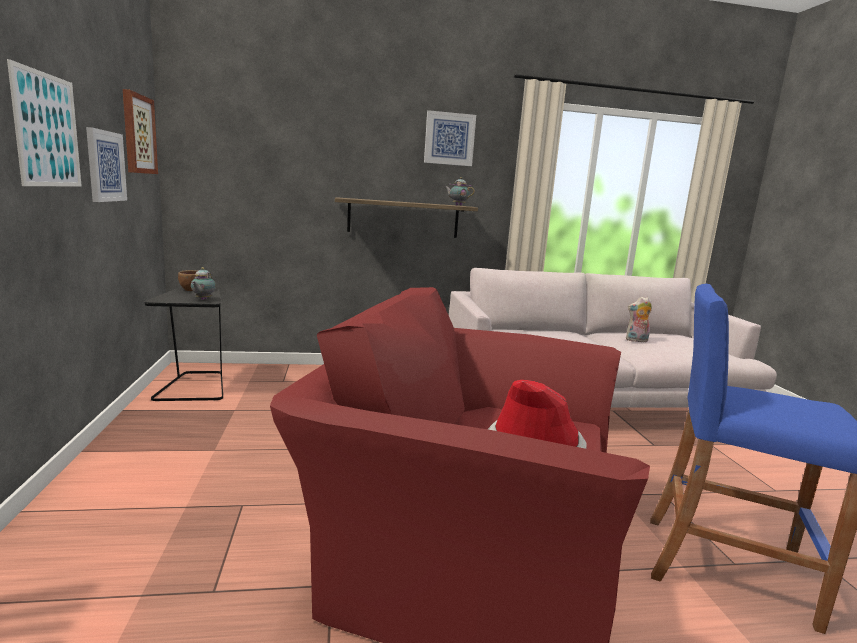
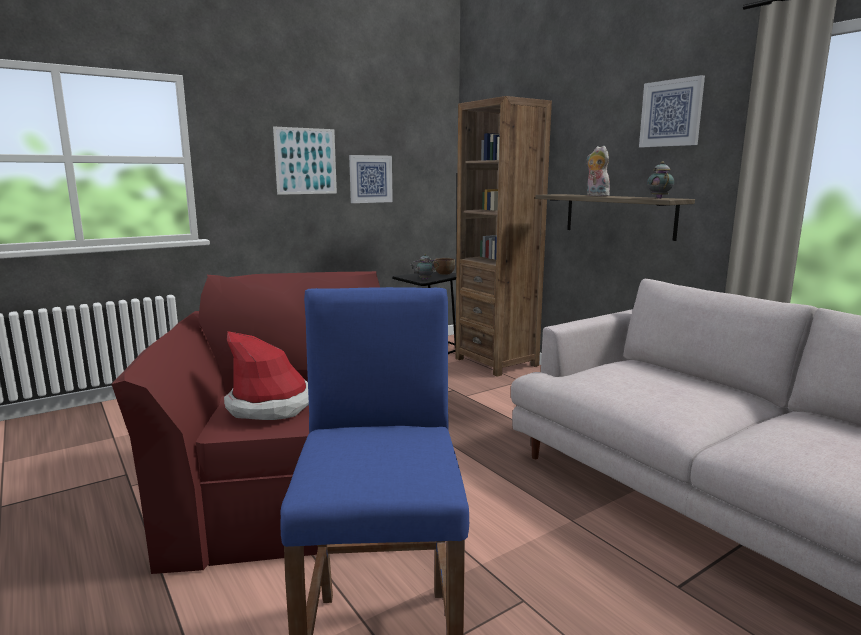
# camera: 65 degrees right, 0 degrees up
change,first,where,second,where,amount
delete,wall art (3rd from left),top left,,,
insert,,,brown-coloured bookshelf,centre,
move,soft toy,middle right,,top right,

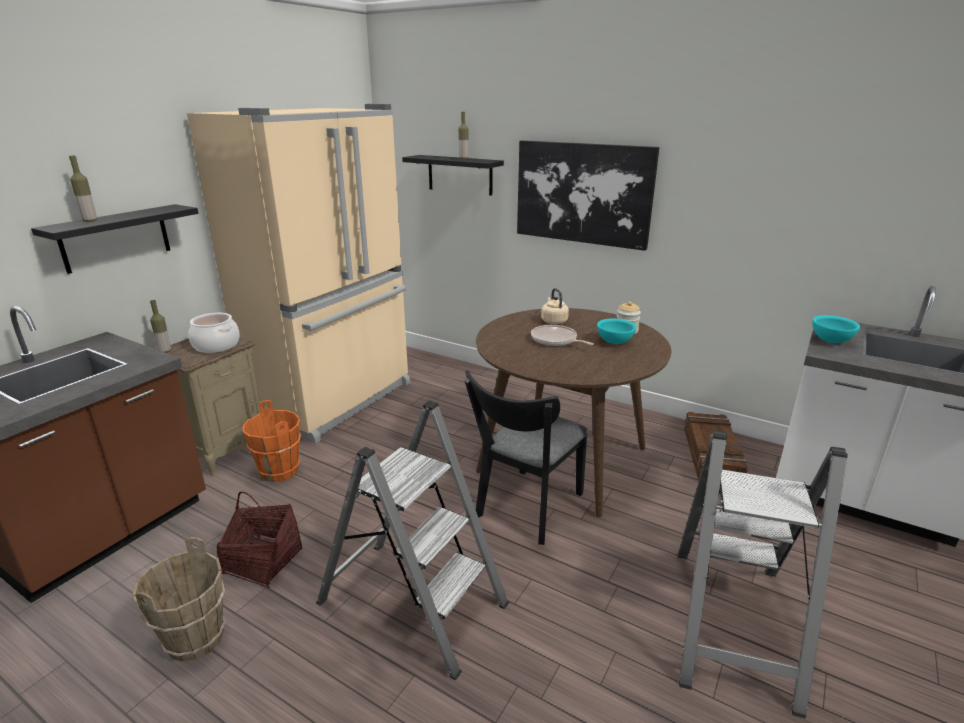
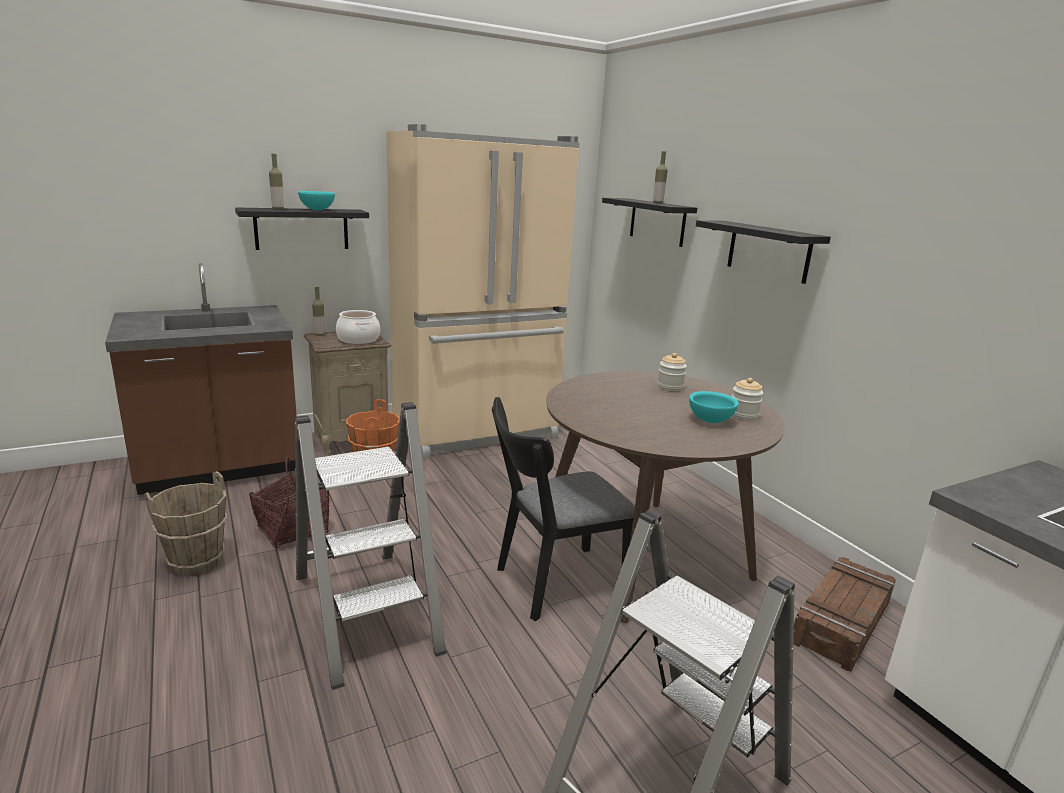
# camera: 30 degrees right, 5 degrees down
change,first,where,second,where,amount
delete,frying pan,centre,,,
move,blue-green deep dish (2nd from left in the first image),middle right,blue-green deep dish (1st from left),top left,
replace,wall art,top centre,black wall shelf (3rd from left),top right,
replace,beige-coloured water kettle,centre,storage jar (1st from left),centre,

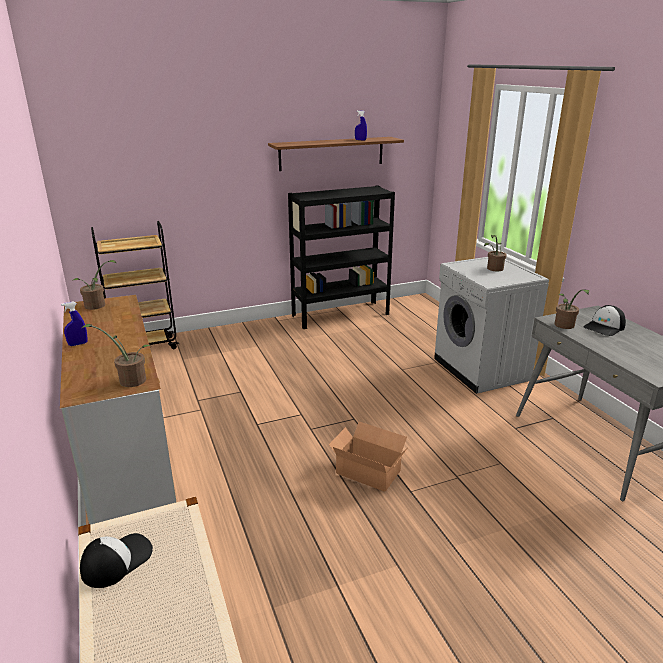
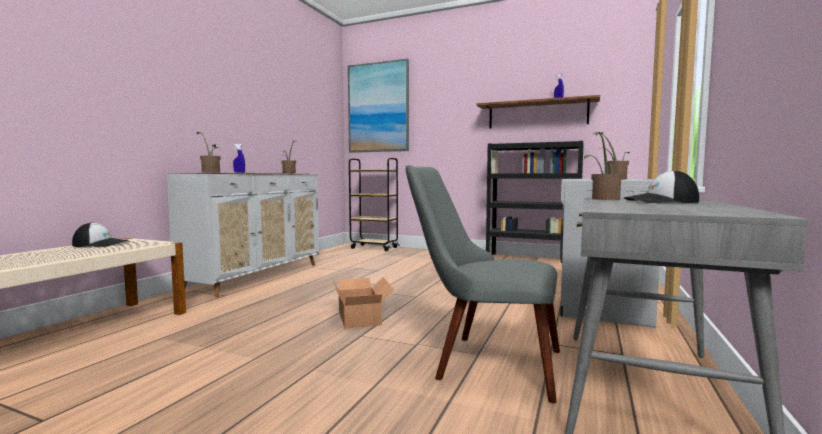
# camera: 45 degrees right, 20 degrees down
change,first,where,second,where,amount
insert,,,wall art,top centre,
insert,,,grey chair,centre,

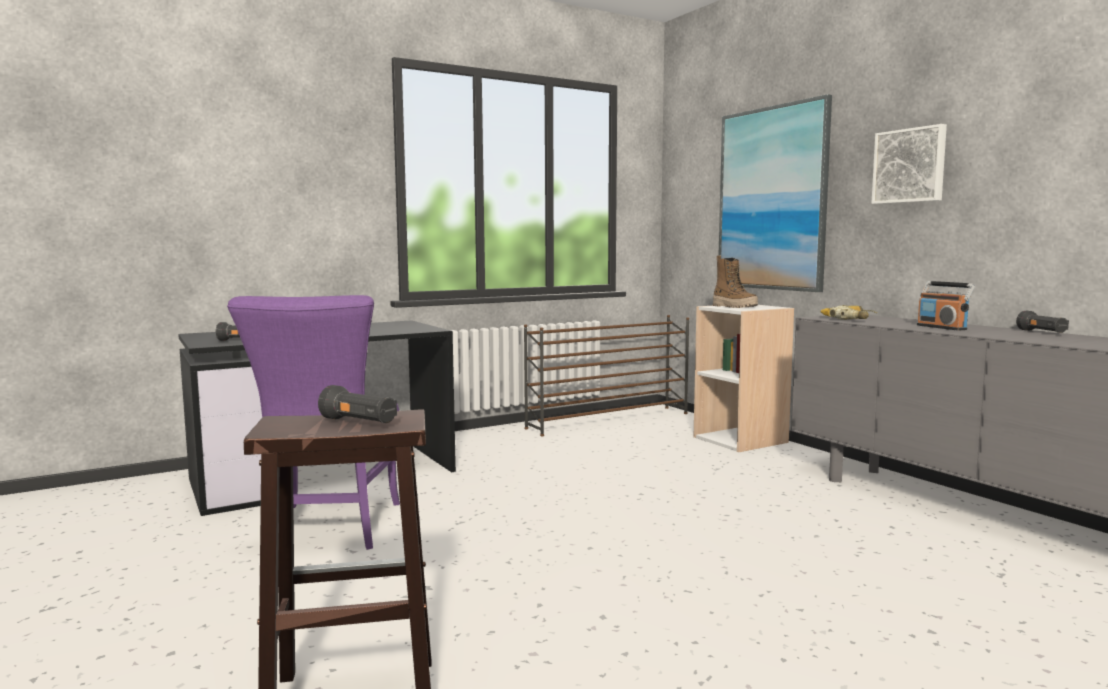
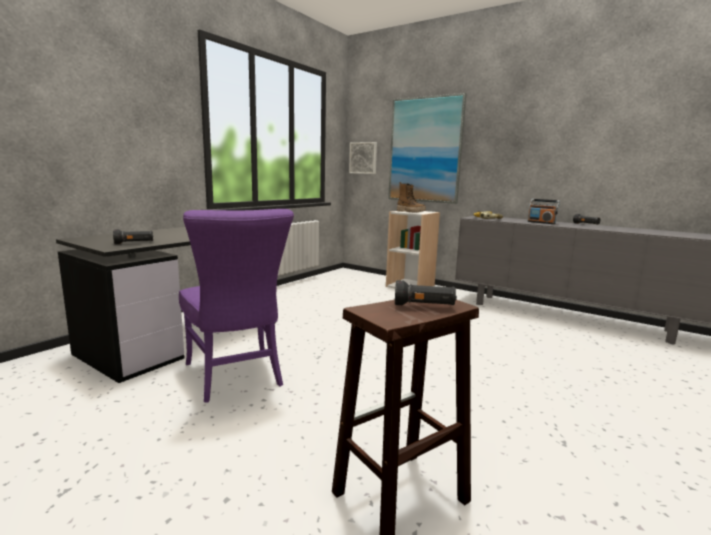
# camera: 25 degrees left, 5 degrees up
change,first,where,second,where,amount
delete,brown-coloured shoe shelf,centre,,,
move,wall art (2nd from left in the first image),top right,wall art (1st from left),top centre,

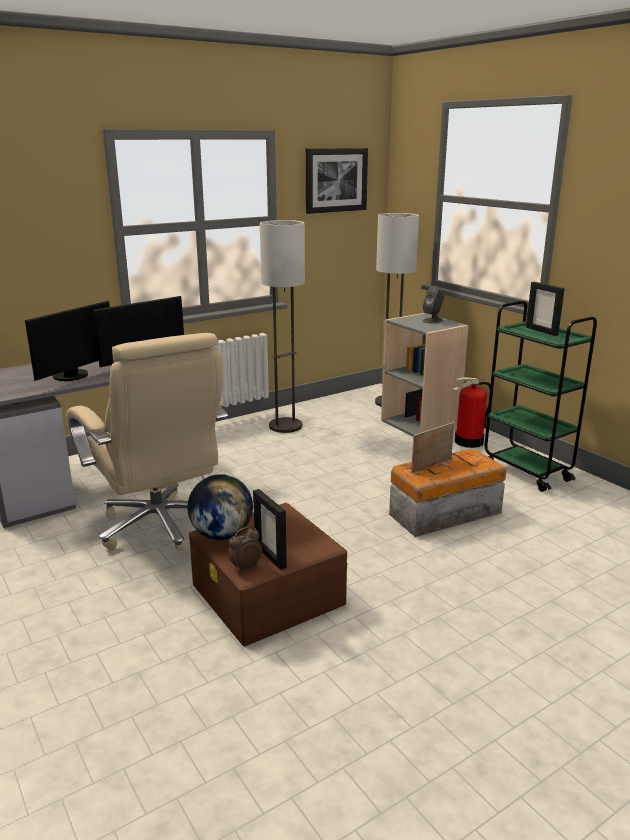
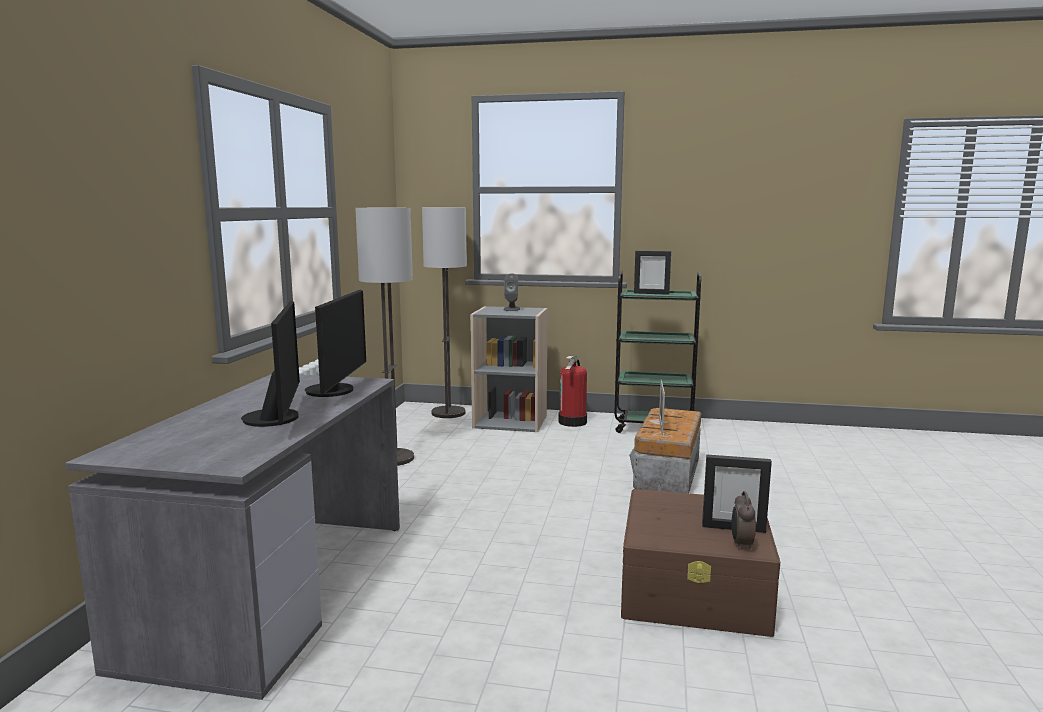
# camera: 45 degrees left, 10 degrees down
change,first,where,second,where,amount
delete,beige-coloured desk chair,middle left,,,
delete,desk globe,centre,,,
delete,wall art,top centre,,,

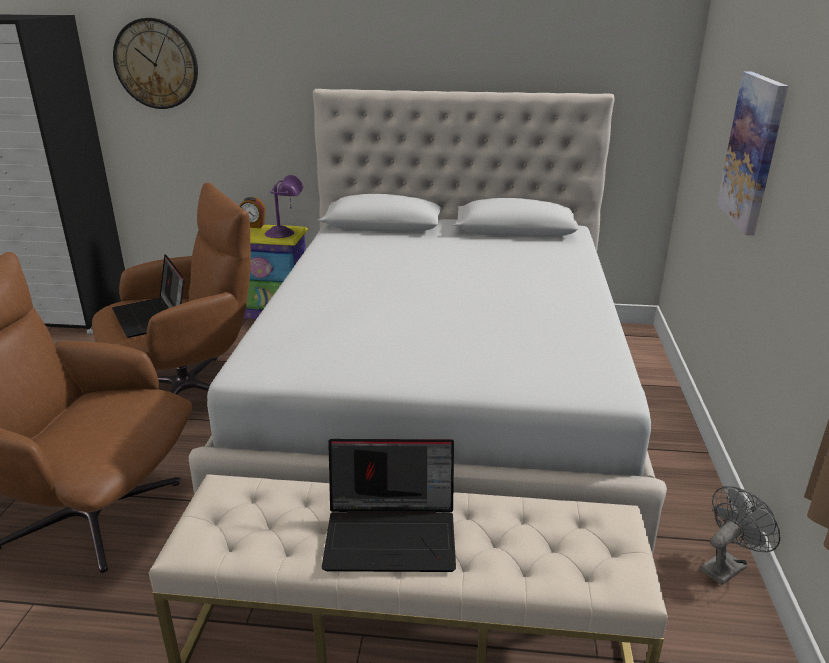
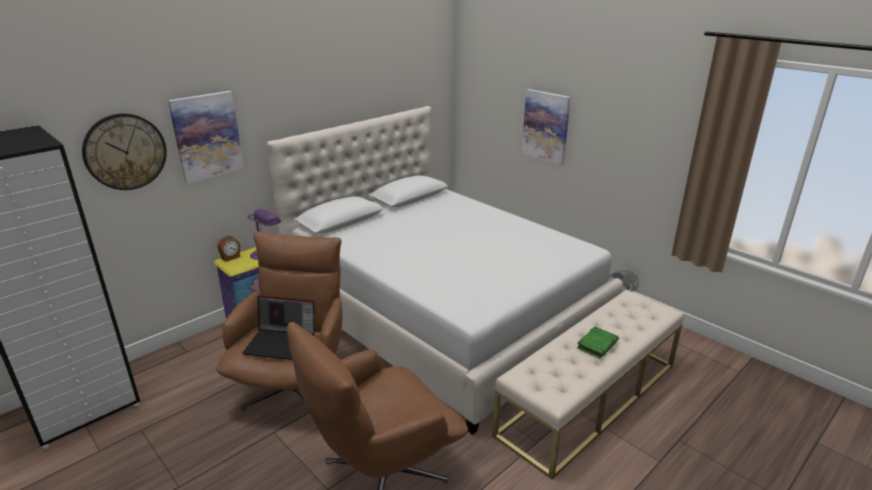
# camera: 50 degrees left, 0 degrees up
change,first,where,second,where,amount
insert,,,wall art (1st from left),top left,
replace,laptop (2nd from left),bottom centre,greenish bound book,bottom right,

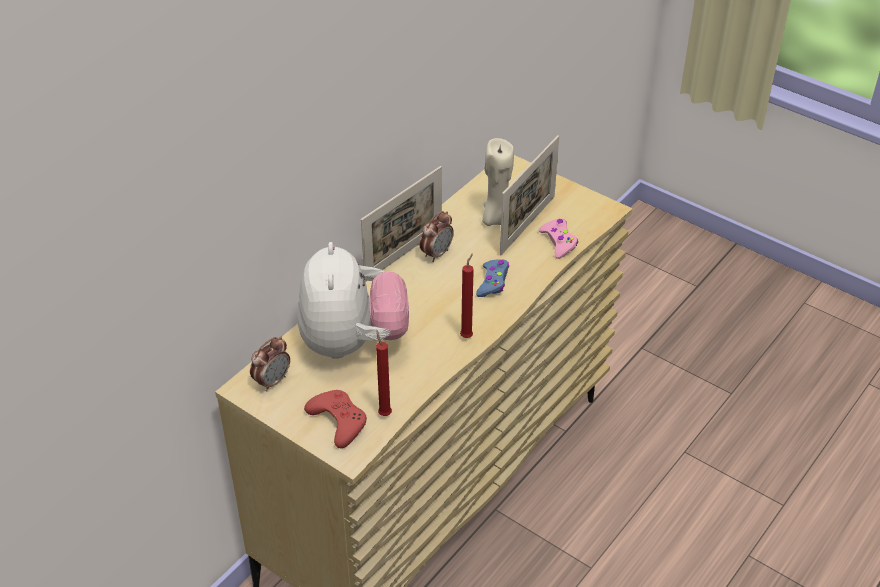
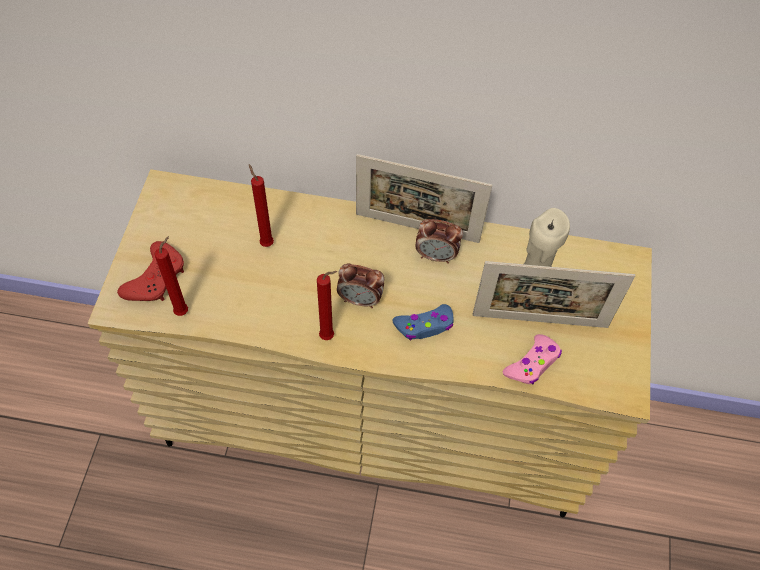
# camera: 60 degrees right, 15 degrees up
change,first,where,second,where,amount
move,table clock (1st from left),middle left,,centre,
replace,soft toy,centre,reddish wax light (2nd from left),centre,

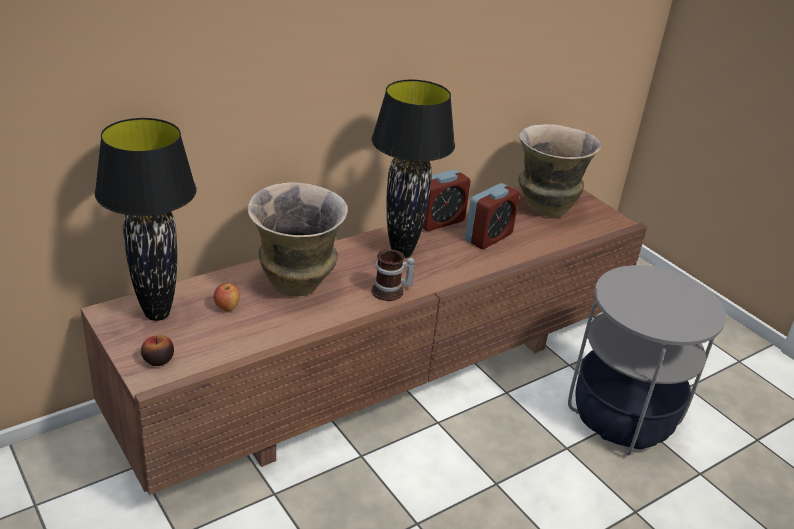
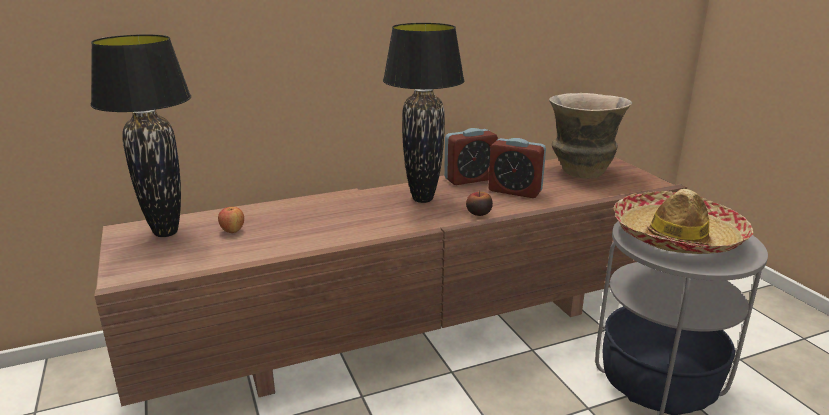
# camera: 15 degrees right, 10 degrees down
change,first,where,second,where,amount
delete,vase (1st from left),centre,,,
delete,tea mug,centre,,,
insert,,,clothing hat,middle right,
move,apple fruit (1st from left in the first image),middle left,apple fruit (2nd from left),centre,
rotate,table clock (2nd from left),centre,,centre,60 degrees clockwise

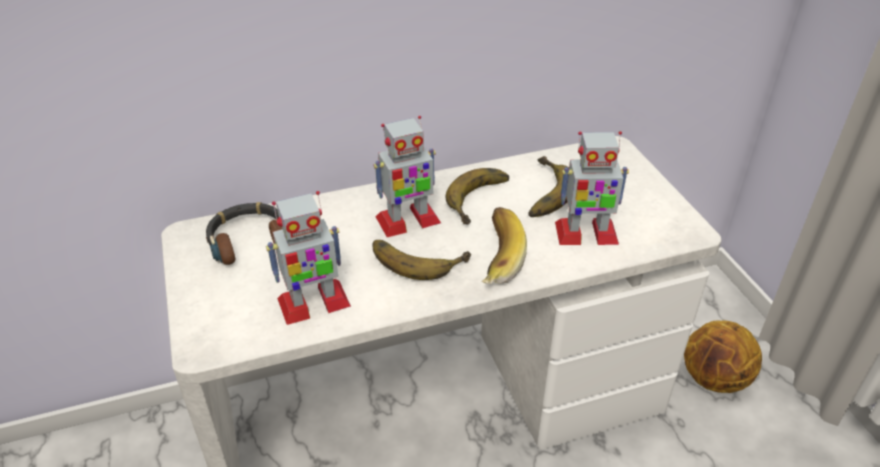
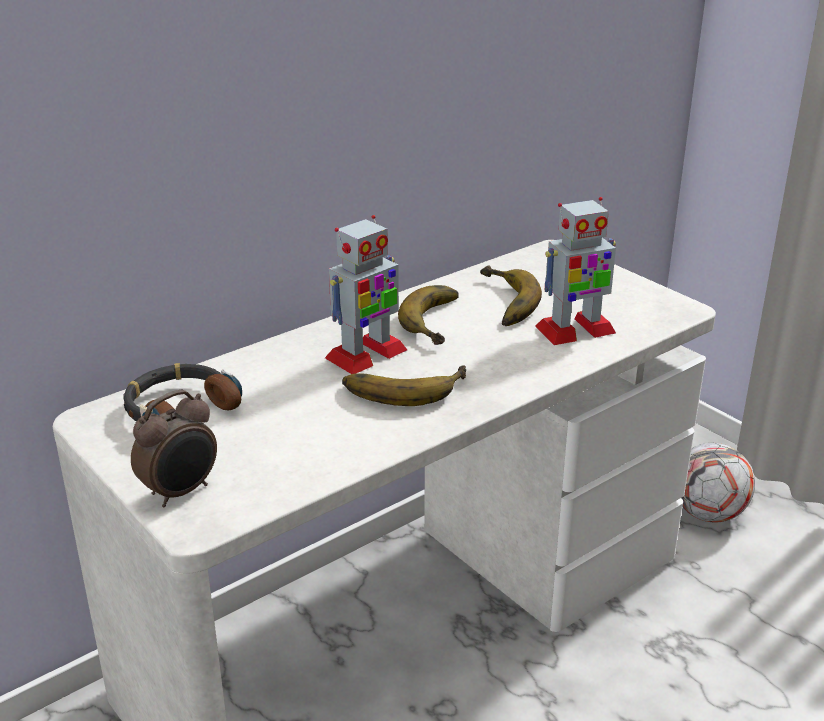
# camera: 20 degrees left, 10 degrees down
change,first,where,second,where,amount
delete,model robot (1st from left),centre,,,
delete,banana (3rd from left),centre,,,
insert,,,table clock,middle left,
replace,ball for basketball,bottom right,football,bottom right,

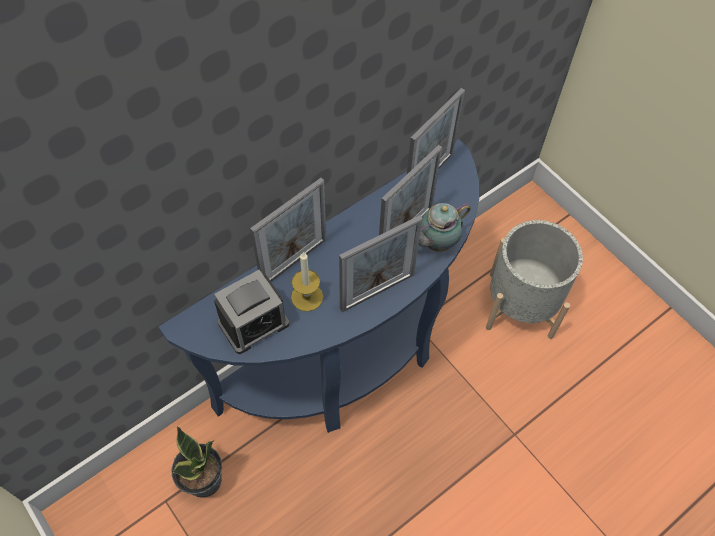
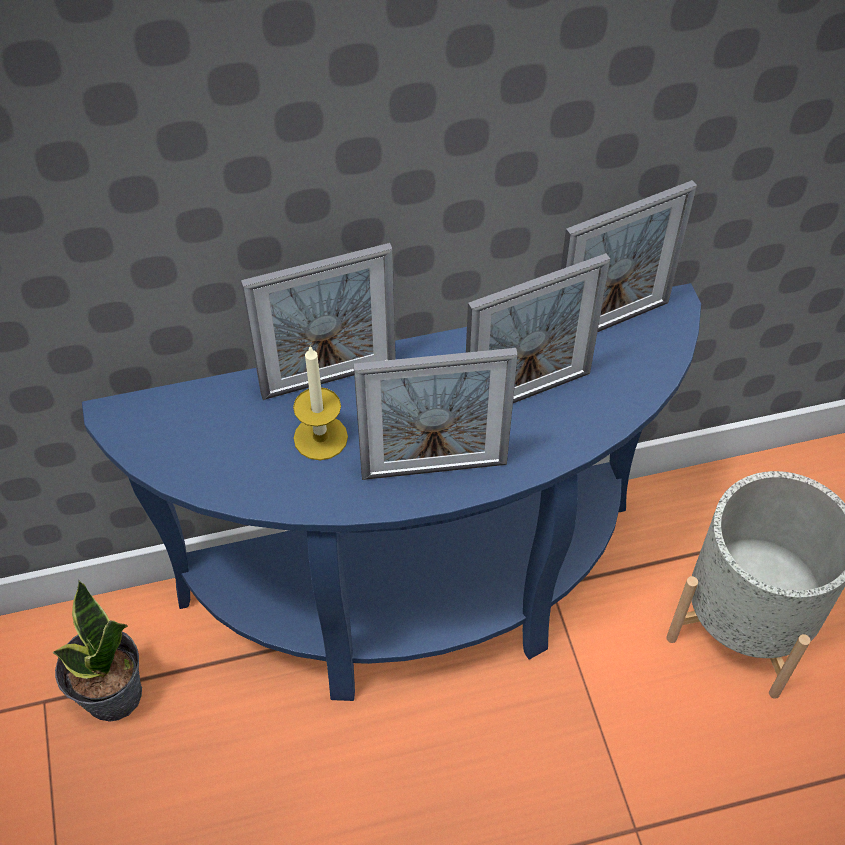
# camera: 25 degrees right, 5 degrees down
change,first,where,second,where,amount
delete,table clock,centre,,,
delete,teapot,centre,,,

